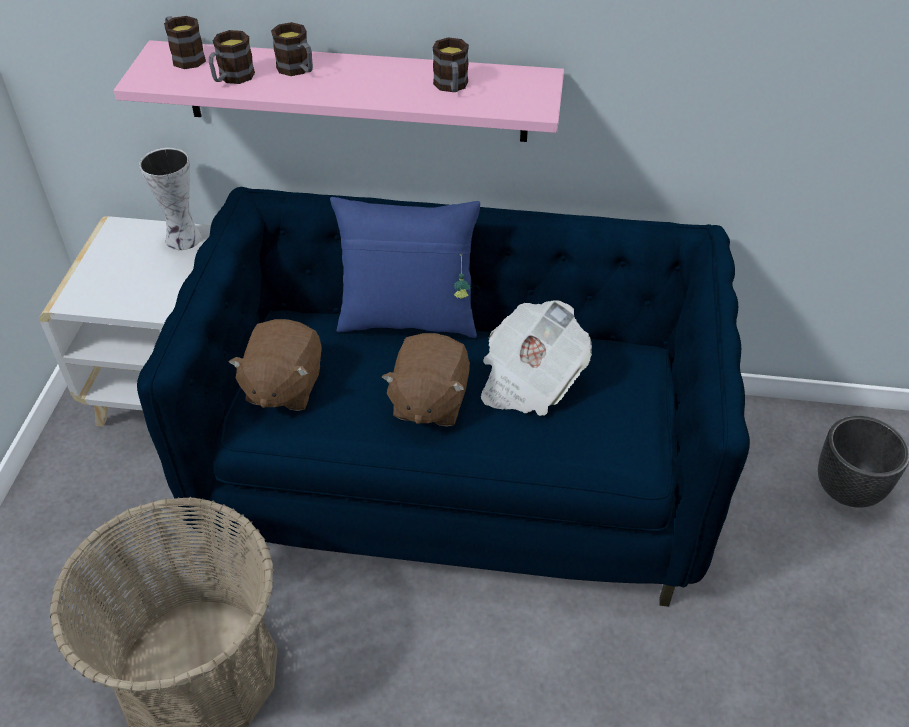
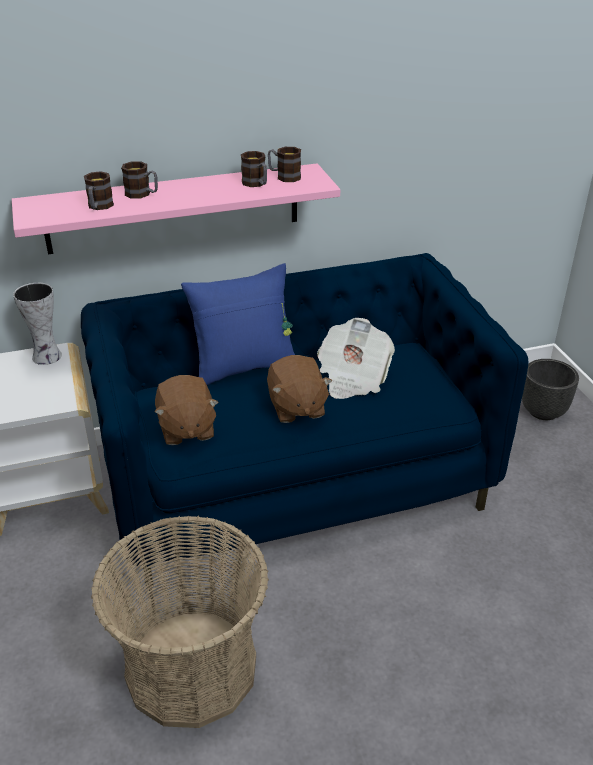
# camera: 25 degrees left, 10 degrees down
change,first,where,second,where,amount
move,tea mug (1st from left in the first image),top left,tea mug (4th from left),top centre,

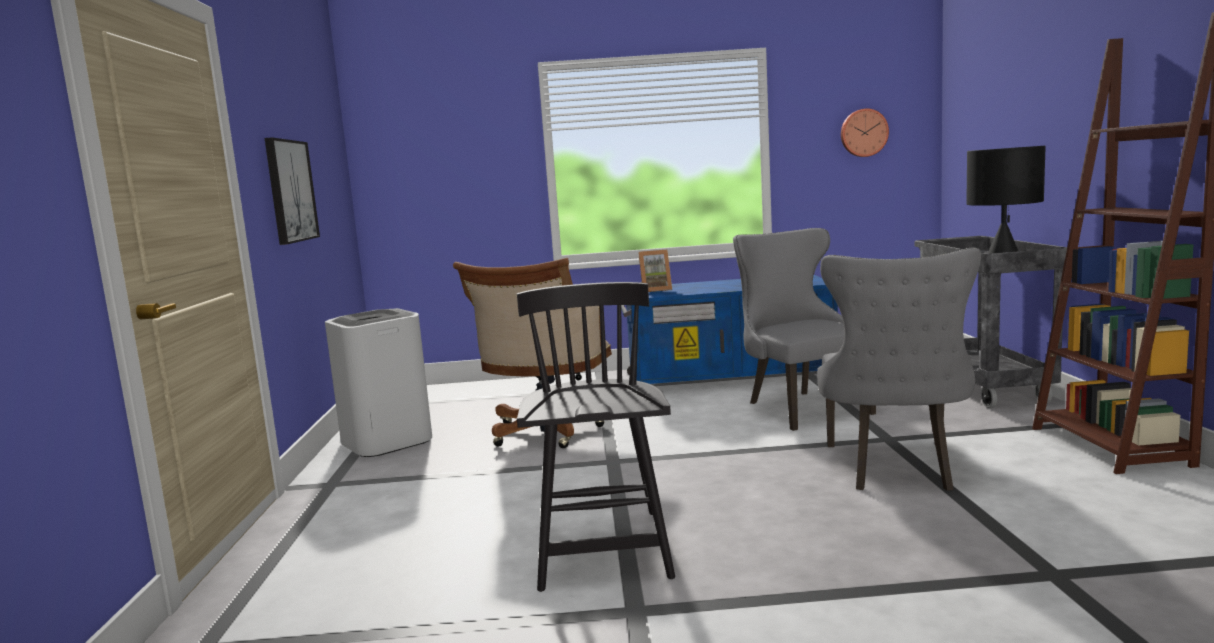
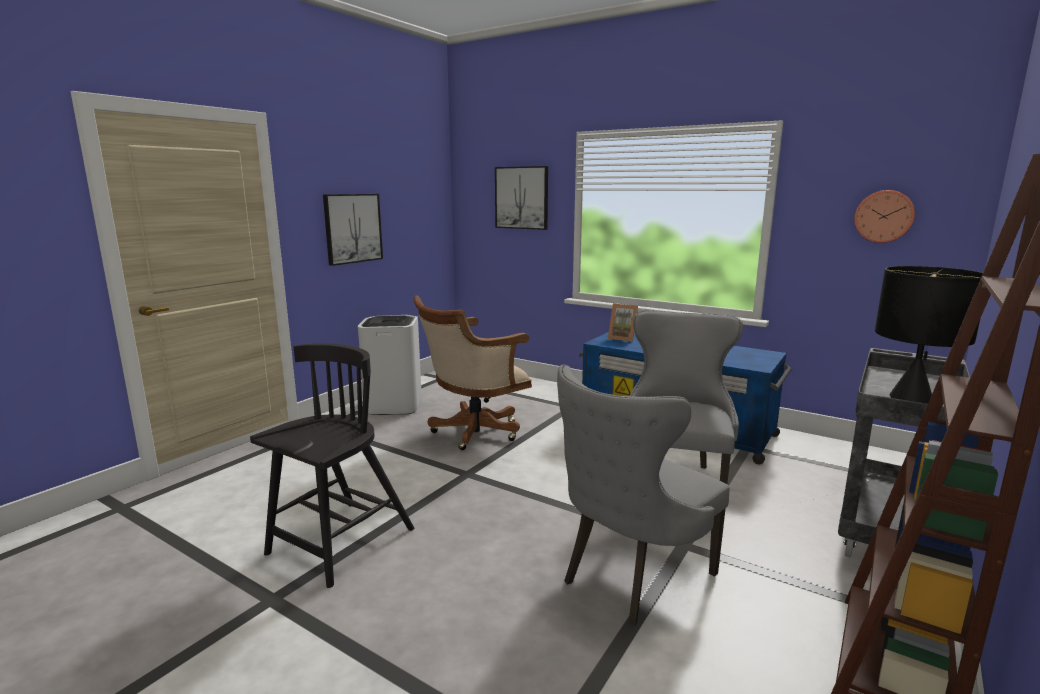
# camera: 35 degrees right, 5 degrees up
change,first,where,second,where,amount
insert,,,wall art (2nd from left),top centre,

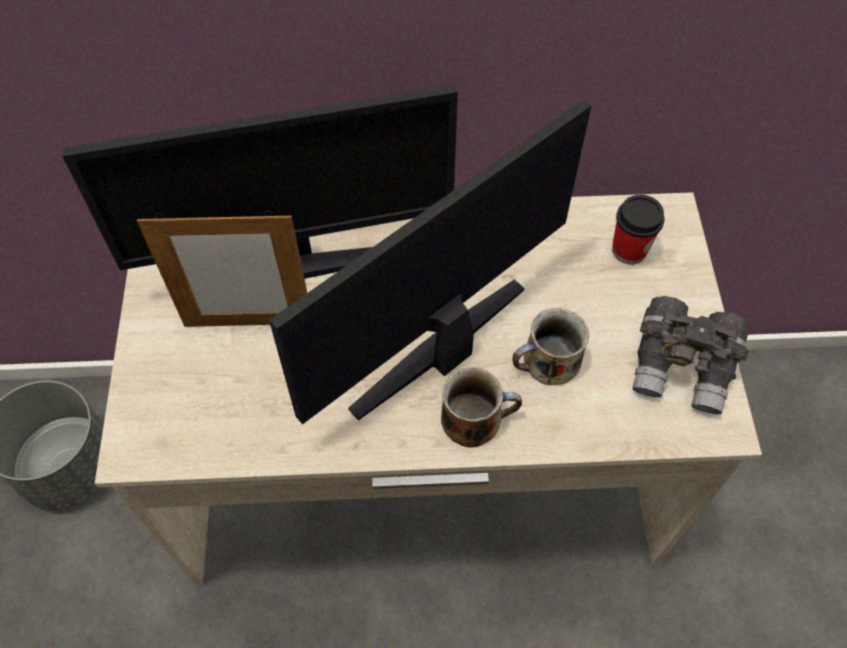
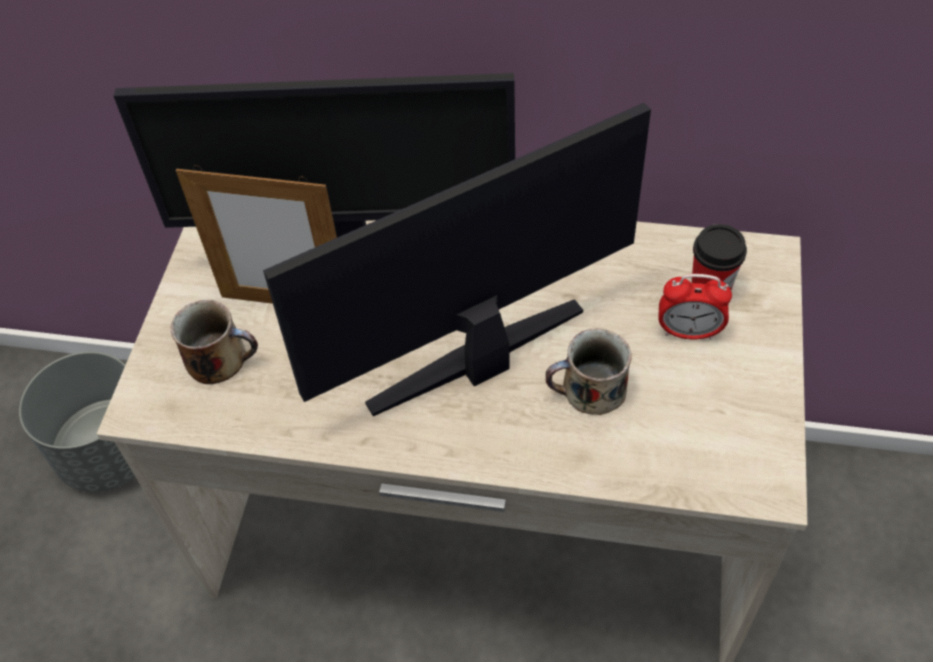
# camera: 15 degrees right, 5 degrees down
change,first,where,second,where,amount
delete,grey field glasses,middle right,,,
insert,,,table clock,middle right,
move,tea mug (1st from left),centre,,middle left,

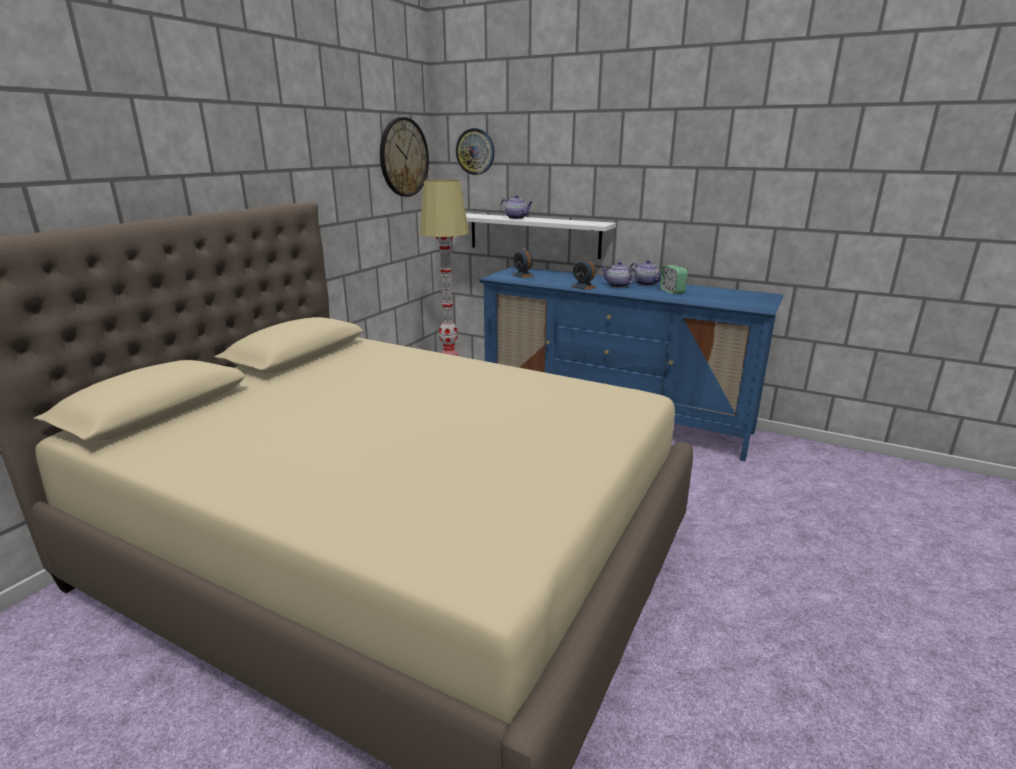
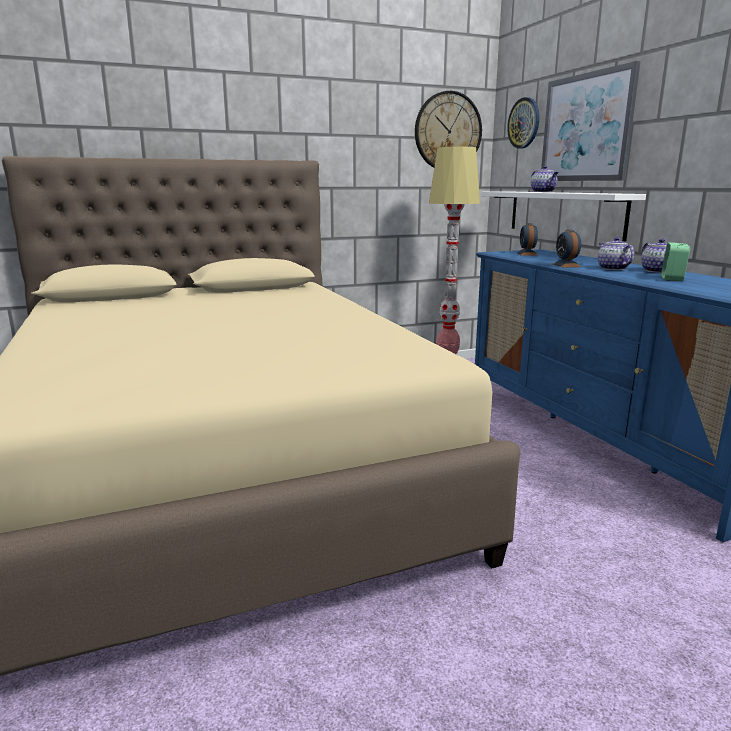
# camera: 40 degrees right, 5 degrees down
change,first,where,second,where,amount
insert,,,wall art,top right,

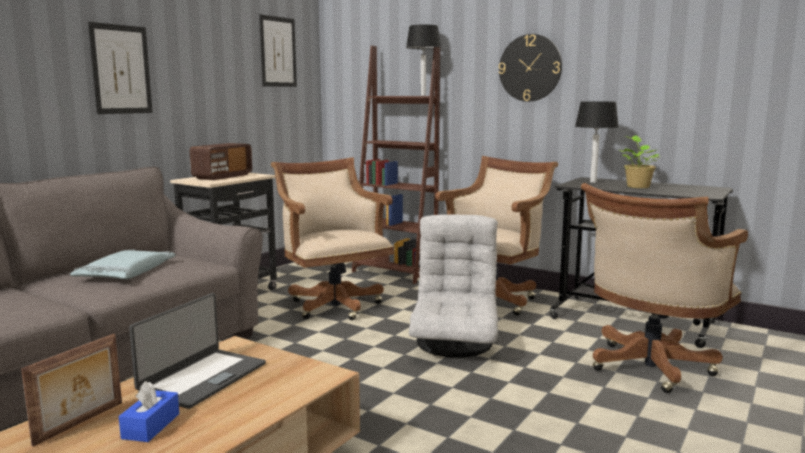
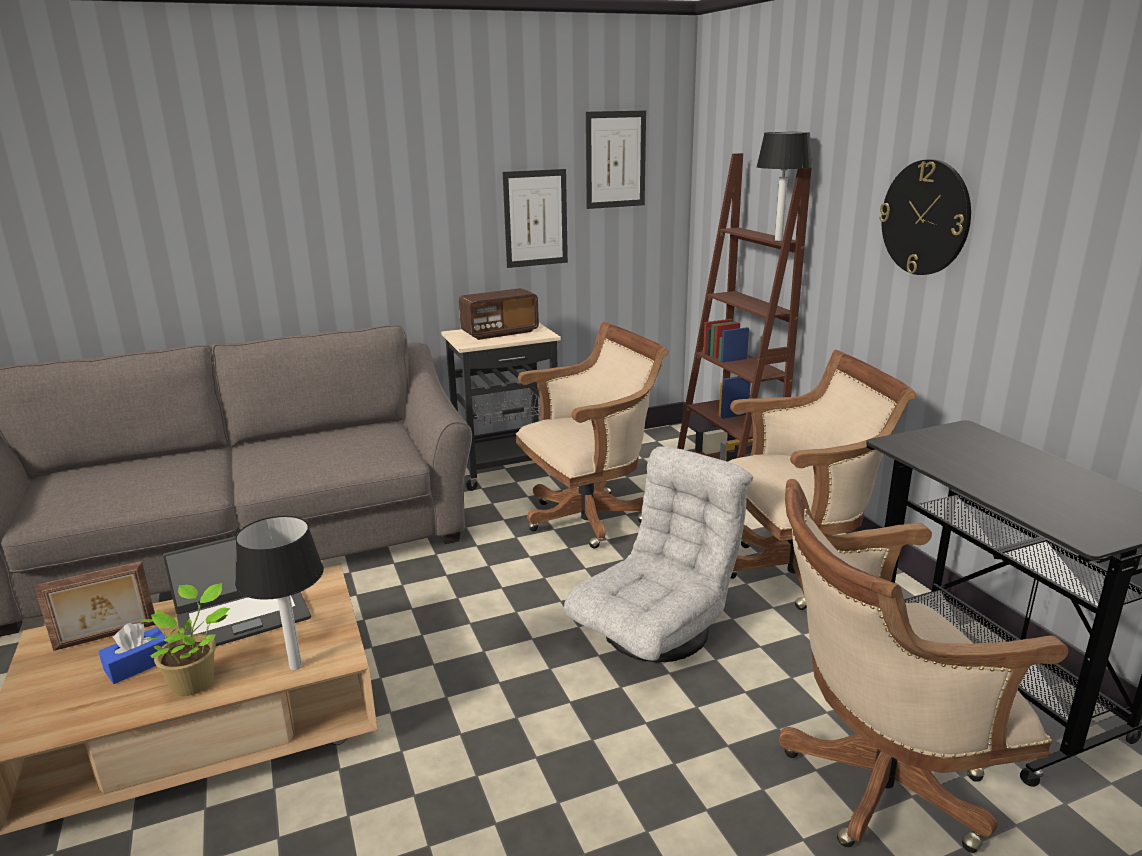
# camera: 35 degrees right, 10 degrees up
change,first,where,second,where,amount
delete,blue pillow,middle left,,,
move,wall art (1st from left),top left,,top centre,
move,tabletop lamp (2nd from left in the first image),top right,tabletop lamp (1st from left),bottom left,
move,potted plant,middle right,,bottom left,
rotate,desk chair (1st from left),centre,,centre,60 degrees clockwise

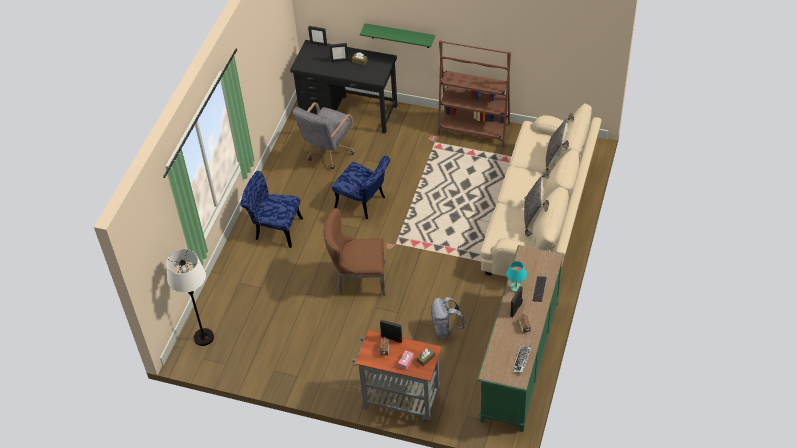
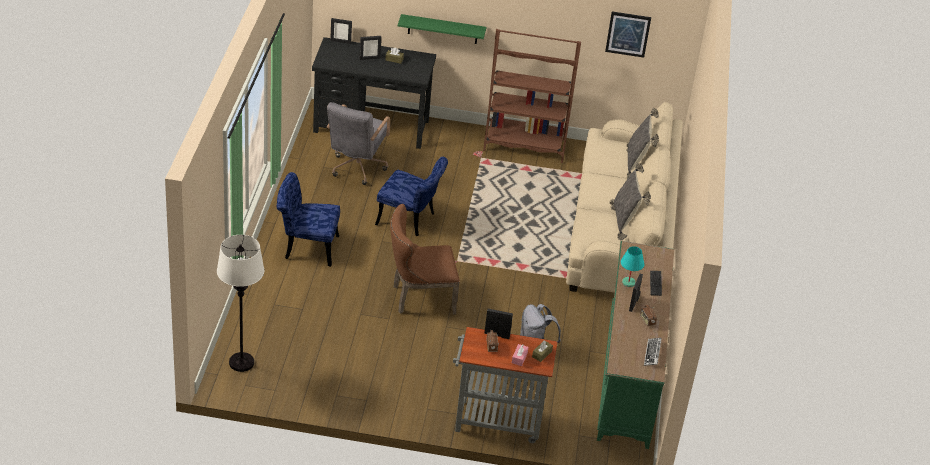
# camera: 15 degrees left, 10 degrees down
change,first,where,second,where,amount
insert,,,wall art,top right,

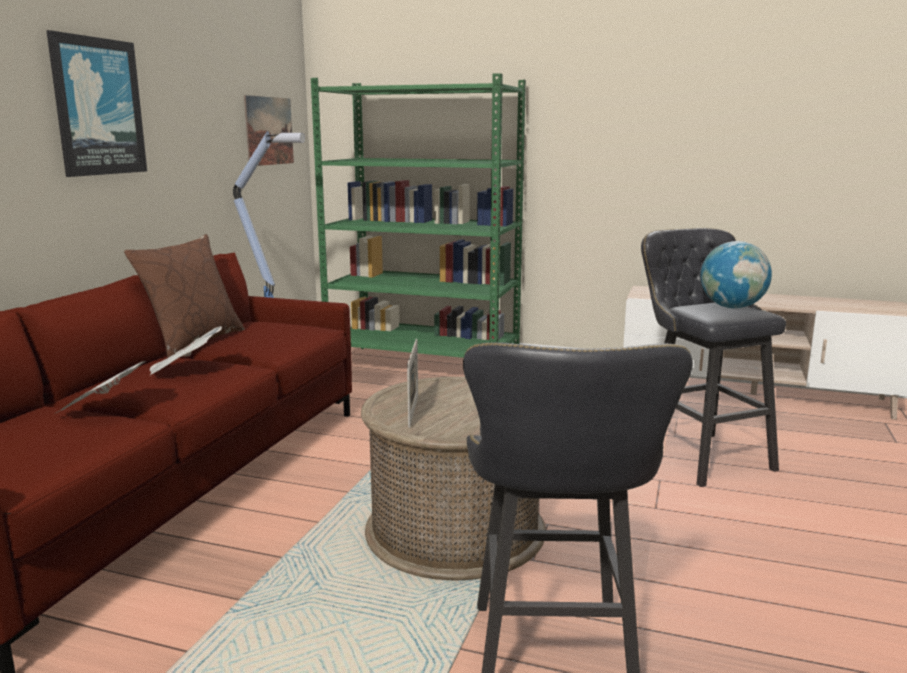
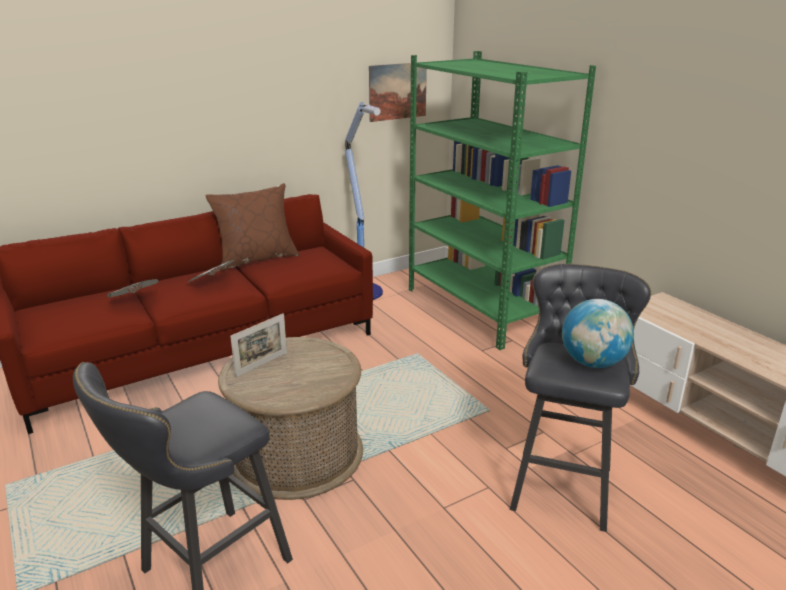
# camera: 40 degrees right, 10 degrees up
change,first,where,second,where,amount
delete,wall art (1st from left),top left,,,

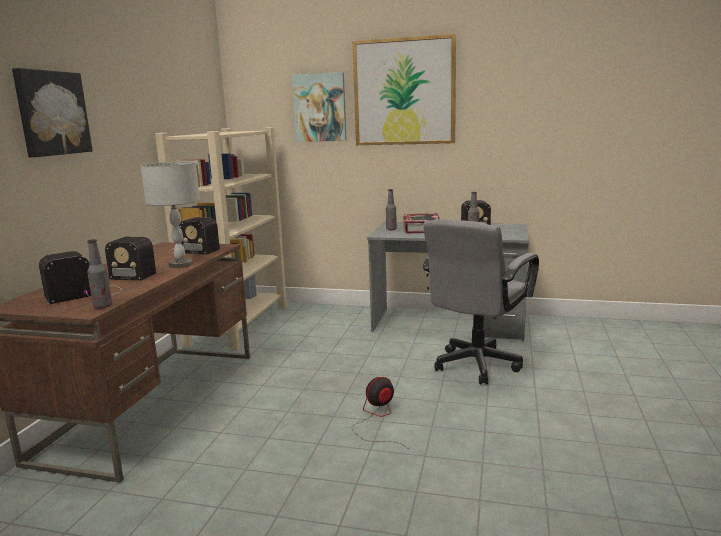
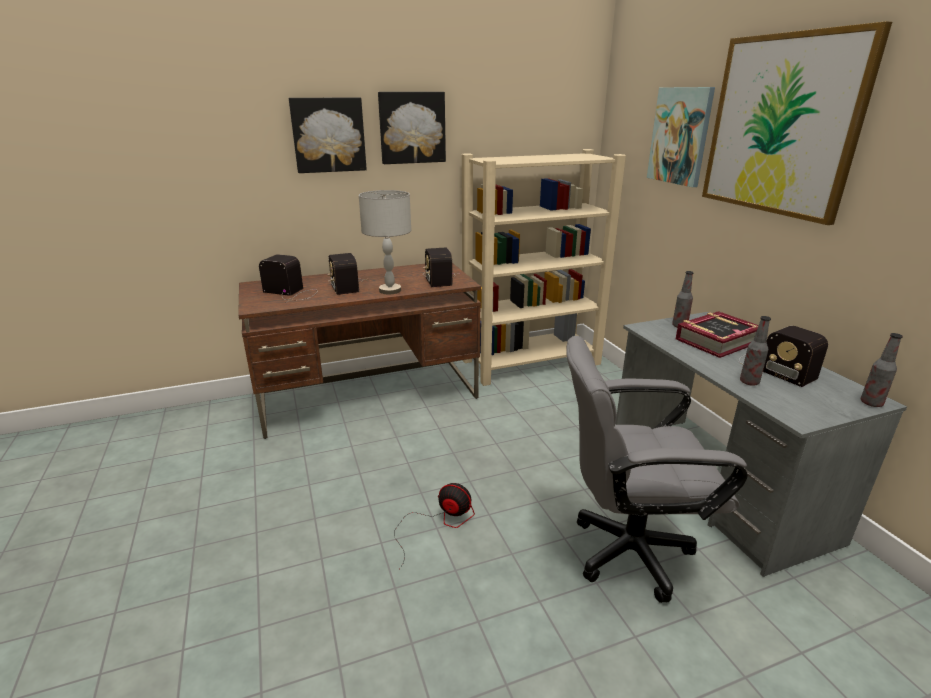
# camera: 55 degrees right, 10 degrees up
change,first,where,second,where,amount
insert,,,wall art (2nd from left),top centre,
move,beverage bottle (1st from left in the first image),middle left,beverage bottle (3rd from left),middle right,

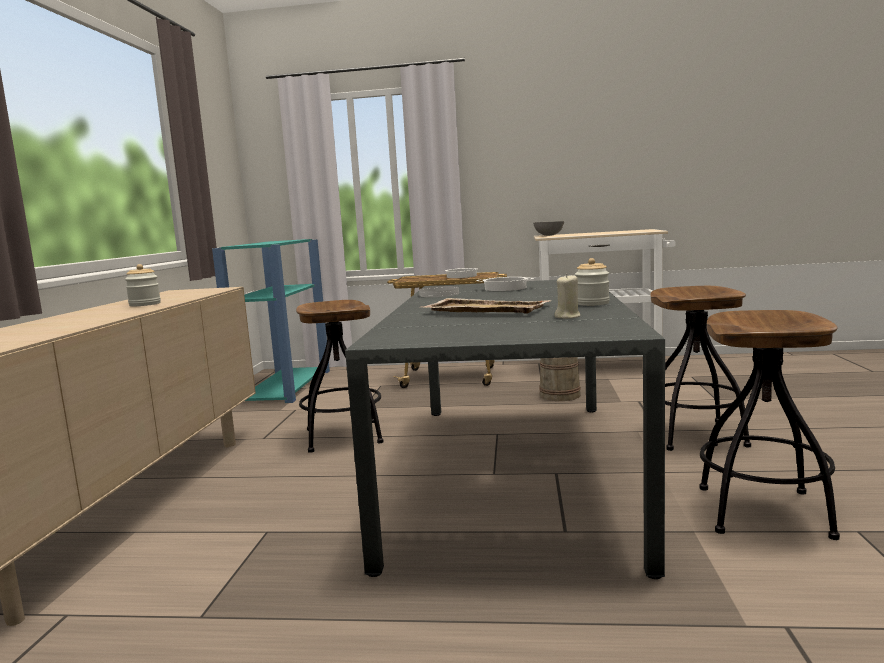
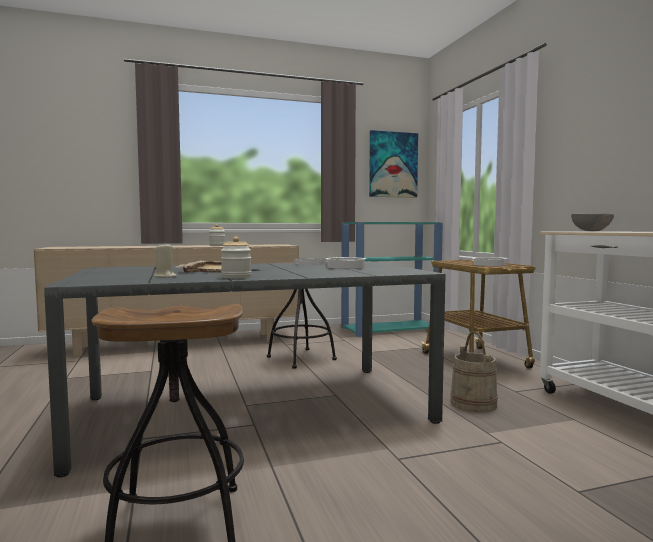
# camera: 65 degrees right, 5 degrees down
change,first,where,second,where,amount
delete,brown-coloured sitting stool (2nd from left),middle right,,,
insert,,,wall art,top centre,

